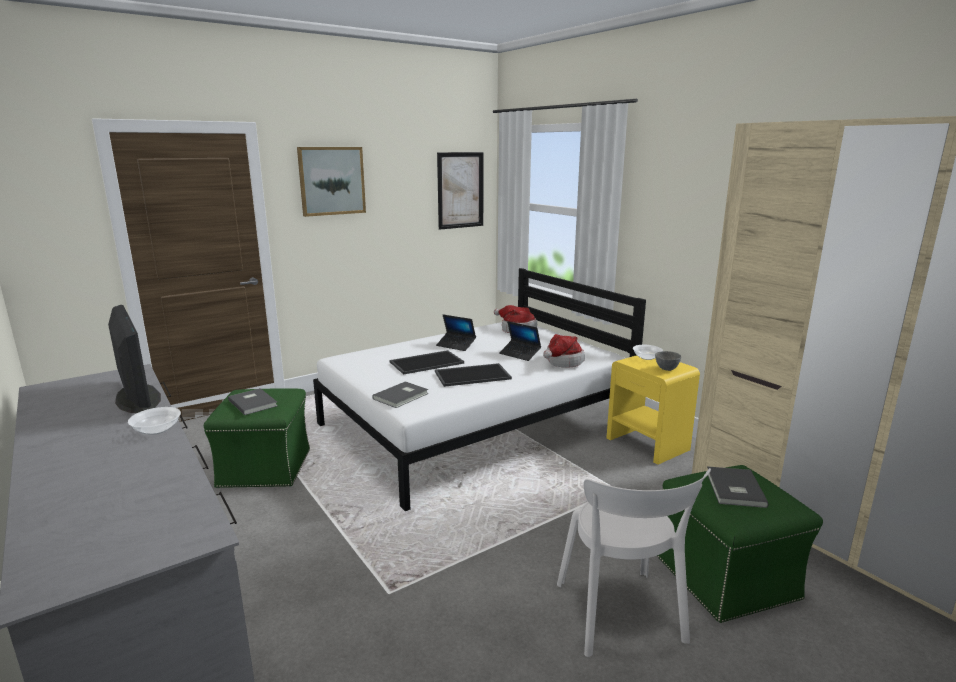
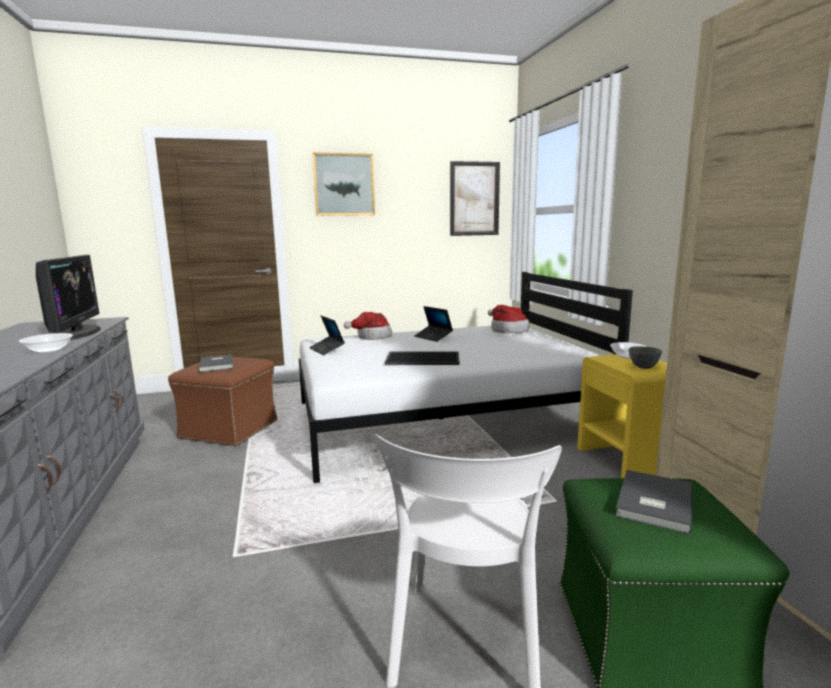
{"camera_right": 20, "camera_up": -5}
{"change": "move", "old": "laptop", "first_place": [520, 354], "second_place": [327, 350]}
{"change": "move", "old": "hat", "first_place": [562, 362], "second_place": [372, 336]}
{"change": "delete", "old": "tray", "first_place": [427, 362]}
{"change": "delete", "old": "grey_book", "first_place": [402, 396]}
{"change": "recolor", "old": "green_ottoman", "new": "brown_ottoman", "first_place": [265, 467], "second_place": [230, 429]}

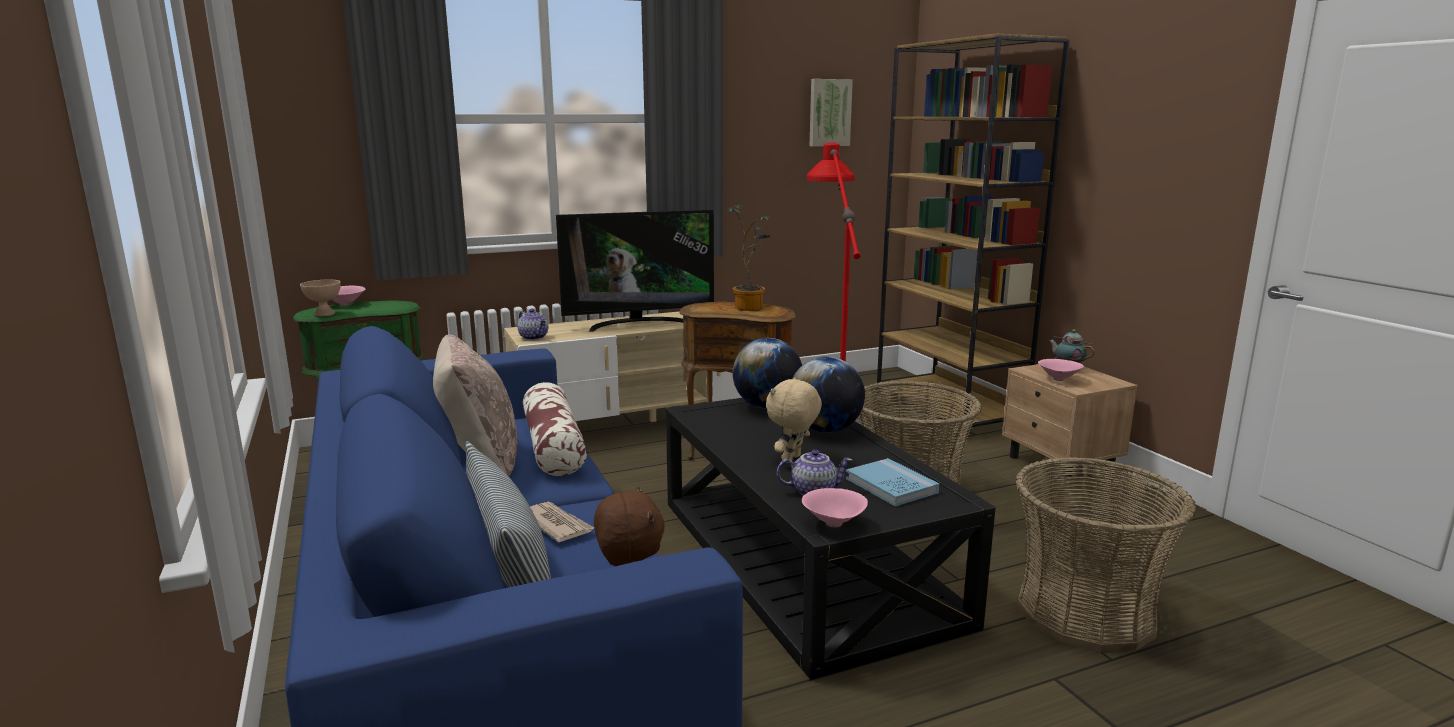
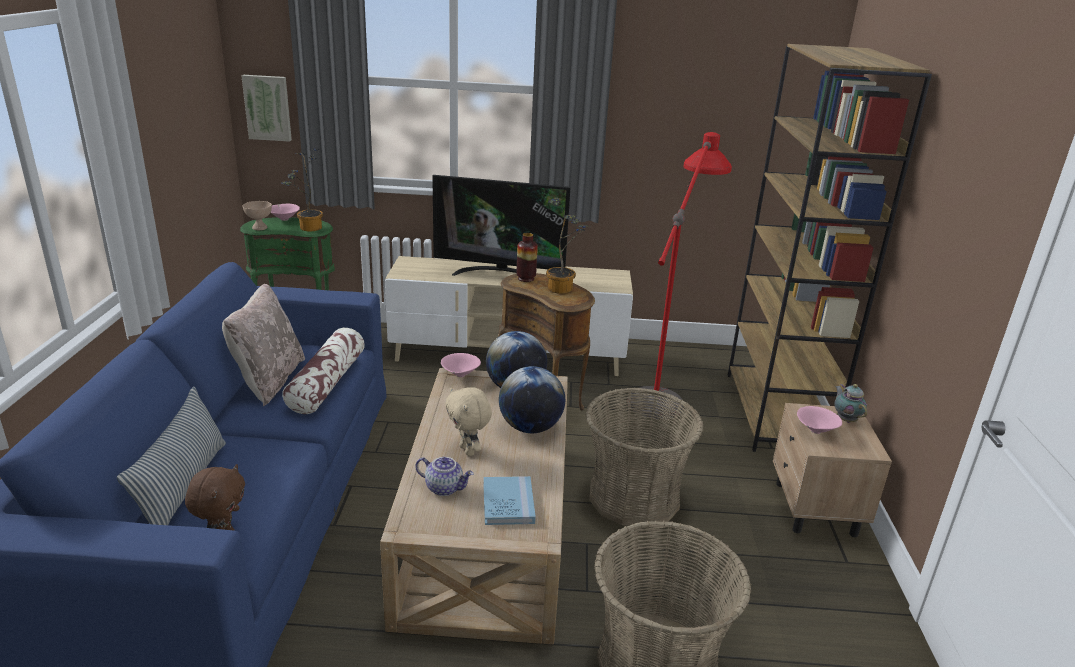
{"camera_right": 25, "camera_up": 10}
{"change": "move", "old": "picture", "first_place": [829, 113], "second_place": [268, 107]}
{"change": "delete", "old": "teapot", "first_place": [534, 337]}
{"change": "rotate", "old": "beige_plush_toy", "first_place": [792, 459], "second_place": [468, 450], "degrees": -90}
{"change": "recolor", "old": "black_coffee_table", "new": "beige_coffee_table", "first_place": [801, 559], "second_place": [485, 526]}
{"change": "move", "old": "pink_bowl", "first_place": [834, 525], "second_place": [460, 375]}
{"change": "delete", "old": "newspaper", "first_place": [556, 524]}
{"change": "insert", "new": "potted_plant", "second_place": [308, 228]}
{"change": "insert", "new": "vase", "second_place": [526, 279]}

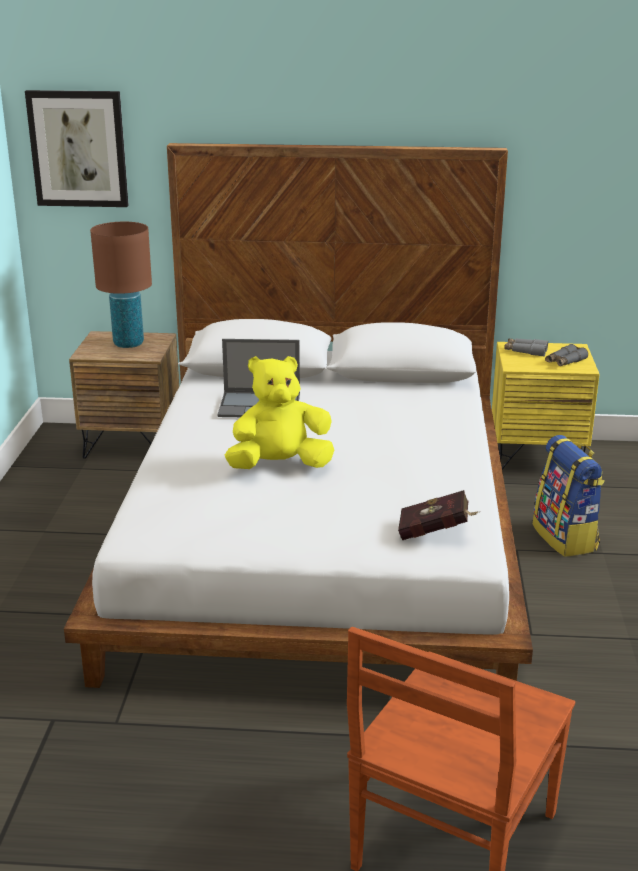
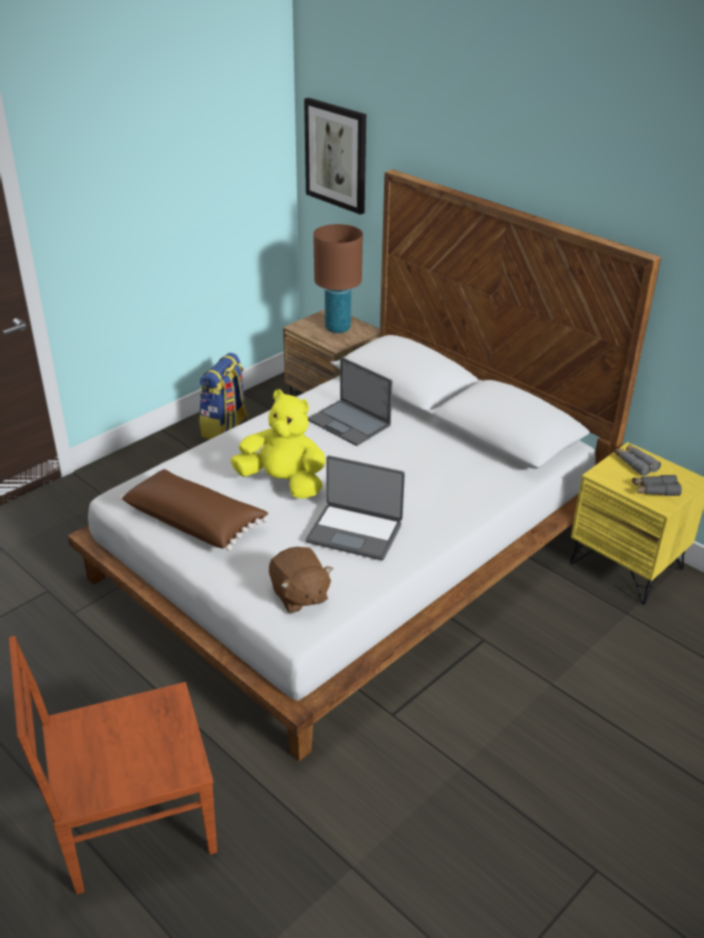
{"camera_right": 40, "camera_up": 10}
{"change": "move", "old": "backpack", "first_place": [566, 538], "second_place": [225, 428]}
{"change": "replace", "old": "red_book", "new": "brown_plush_toy", "first_place": [436, 533], "second_place": [299, 595]}
{"change": "insert", "new": "laptop", "second_place": [355, 532]}
{"change": "insert", "new": "brown_pillow", "second_place": [195, 521]}

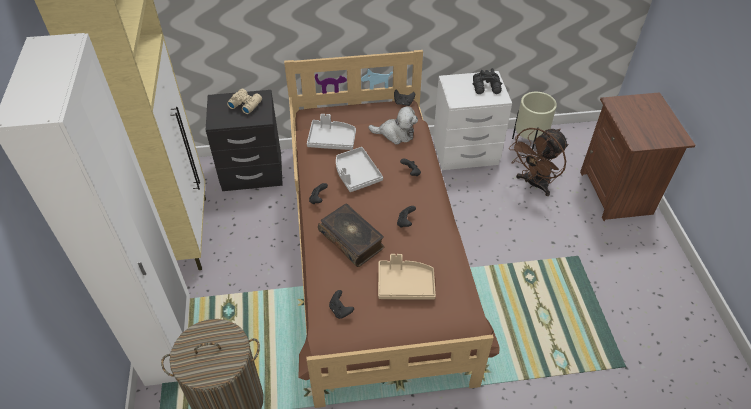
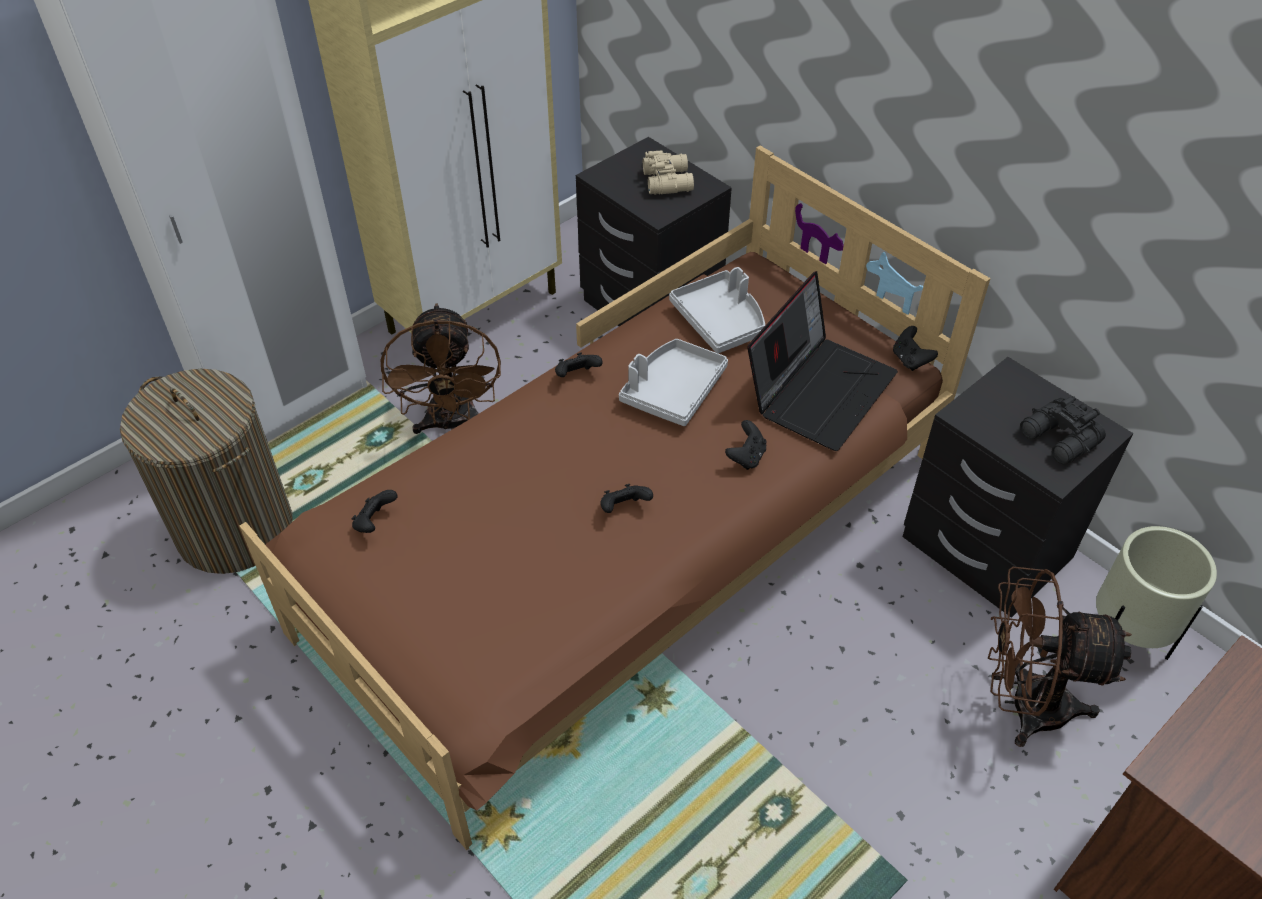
{"camera_right": 55, "camera_up": 0}
{"change": "recolor", "old": "white_nightstand", "new": "black_nightstand", "first_place": [465, 152], "second_place": [986, 548]}
{"change": "replace", "old": "plush_toy", "new": "laptop", "first_place": [395, 134], "second_place": [819, 389]}
{"change": "delete", "old": "book", "first_place": [352, 240]}
{"change": "delete", "old": "beige_tray", "first_place": [405, 284]}
{"change": "insert", "new": "brown_fan", "second_place": [452, 425]}

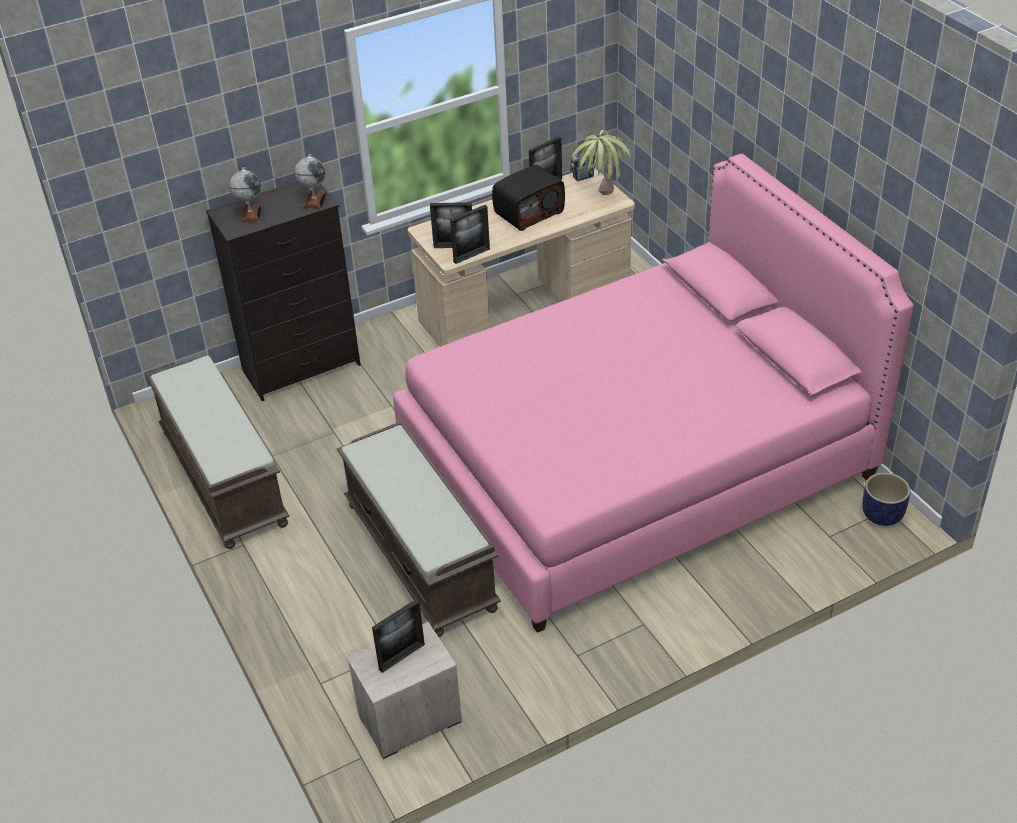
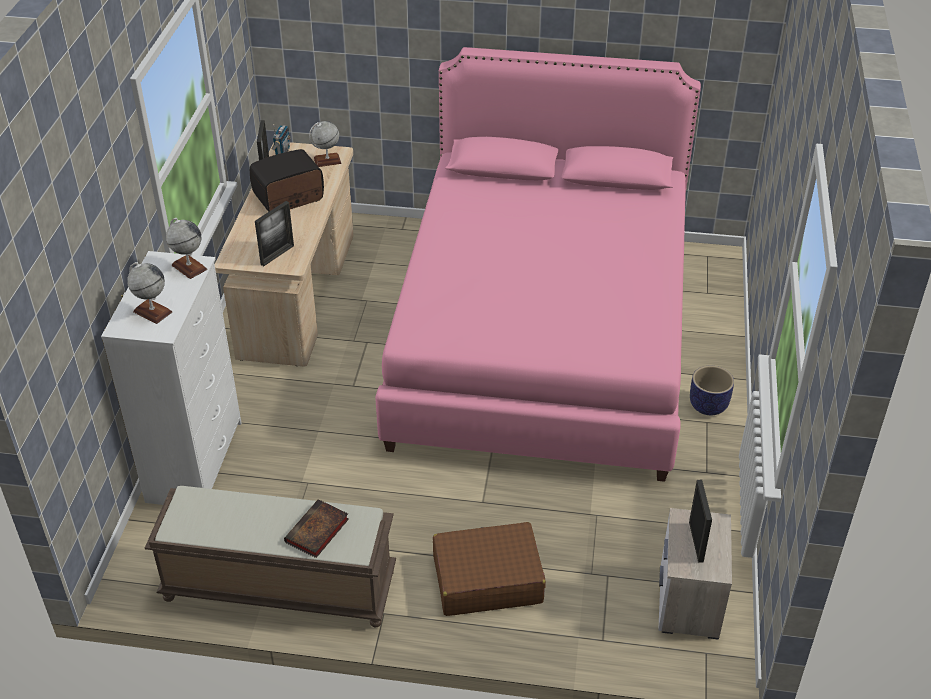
{"camera_right": -55, "camera_up": 0}
{"change": "replace", "old": "potted_plant", "new": "globe", "first_place": [600, 202], "second_place": [327, 161]}
{"change": "rotate", "old": "radio", "first_place": [528, 212], "second_place": [288, 198], "degrees": -120}
{"change": "recolor", "old": "black_dresser", "new": "white_dresser", "first_place": [302, 368], "second_place": [196, 461]}
{"change": "delete", "old": "picture_frame", "first_place": [471, 255]}
{"change": "delete", "old": "brown_bench", "first_place": [422, 556]}
{"change": "move", "old": "planter", "first_place": [882, 515], "second_place": [708, 405]}
{"change": "insert", "new": "book", "second_place": [316, 532]}
{"change": "insert", "new": "brown_suitcase", "second_place": [487, 579]}

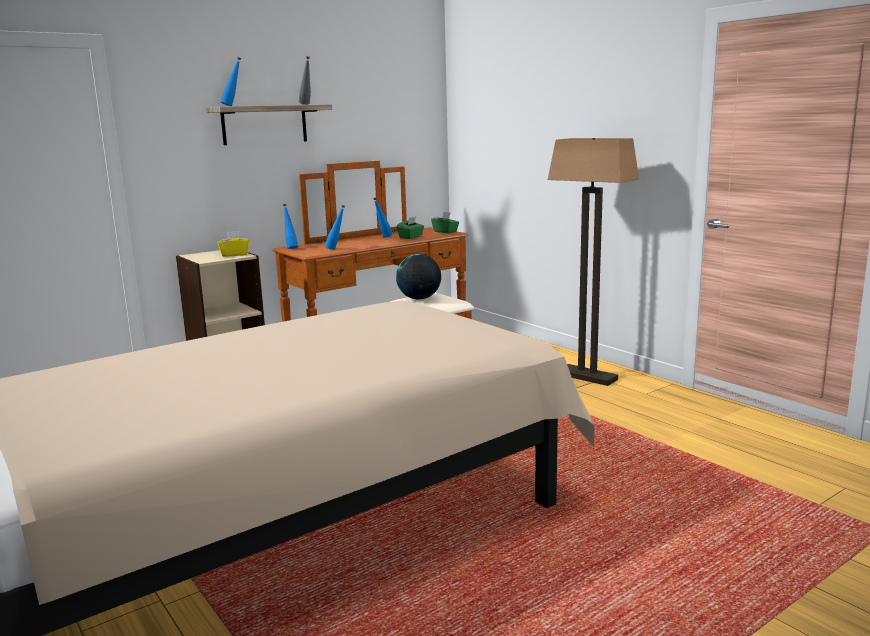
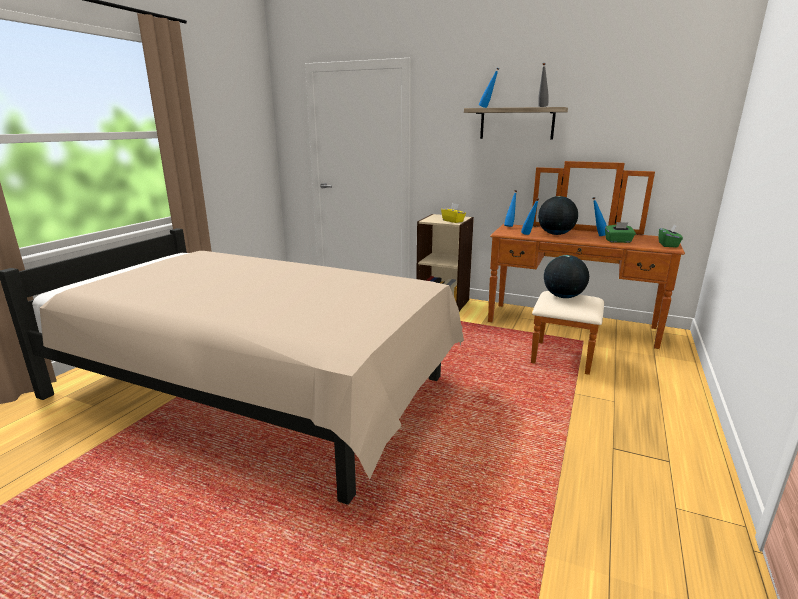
{"camera_right": 60, "camera_up": 5}
{"change": "delete", "old": "floor_lamp", "first_place": [587, 377]}
{"change": "insert", "new": "globe", "second_place": [555, 234]}

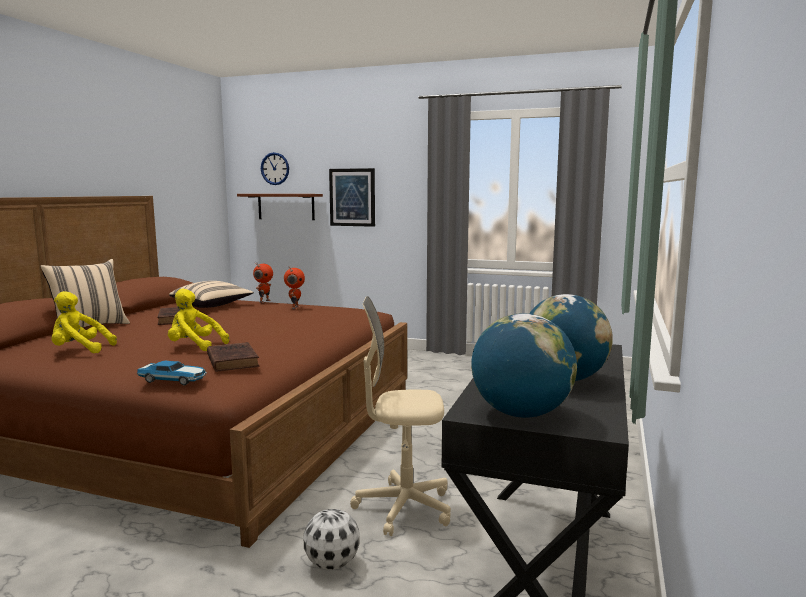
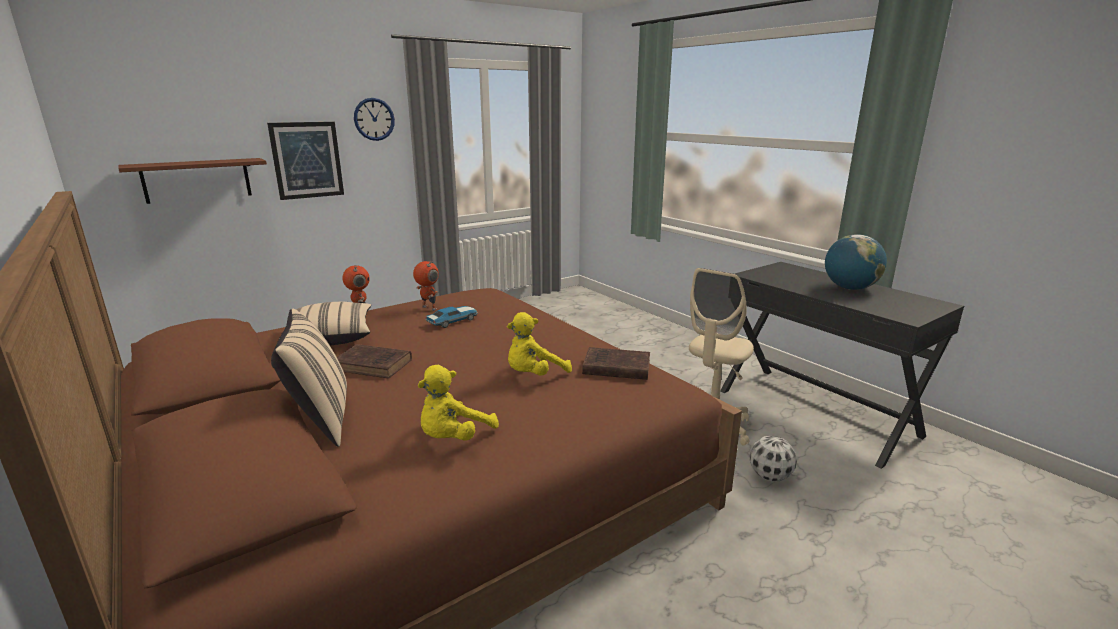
{"camera_right": -55, "camera_up": 10}
{"change": "move", "old": "wall_clock", "first_place": [275, 168], "second_place": [374, 119]}
{"change": "delete", "old": "globe", "first_place": [521, 414]}
{"change": "move", "old": "toy_car", "first_place": [174, 380], "second_place": [453, 321]}

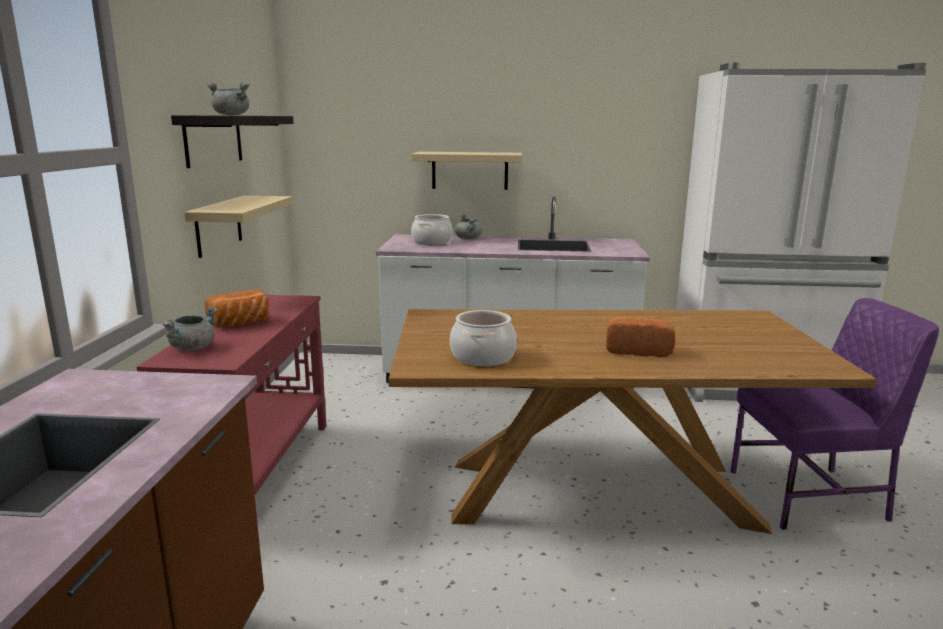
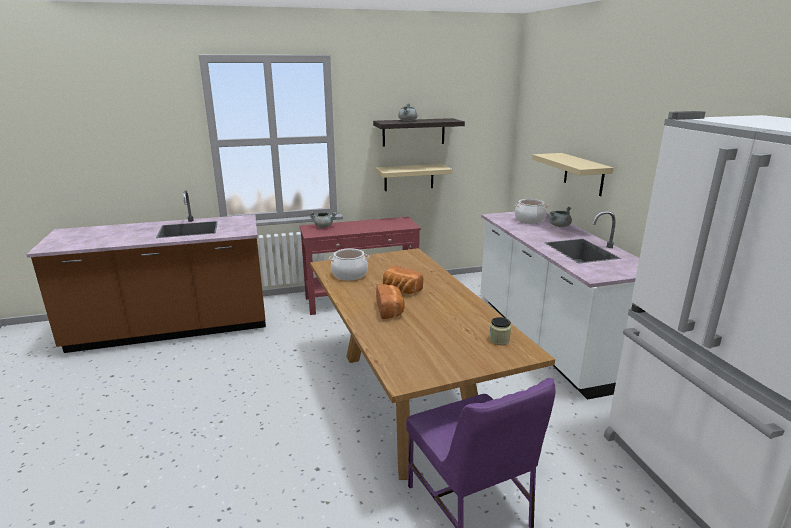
{"camera_right": 70, "camera_up": 5}
{"change": "move", "old": "bread", "first_place": [241, 324], "second_place": [400, 290]}
{"change": "insert", "new": "jar", "second_place": [499, 340]}

